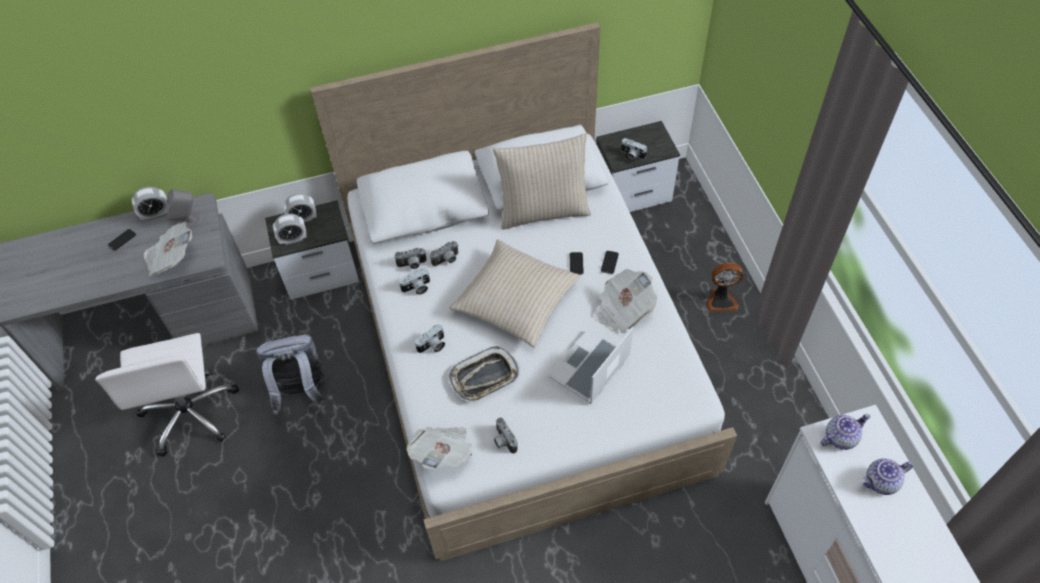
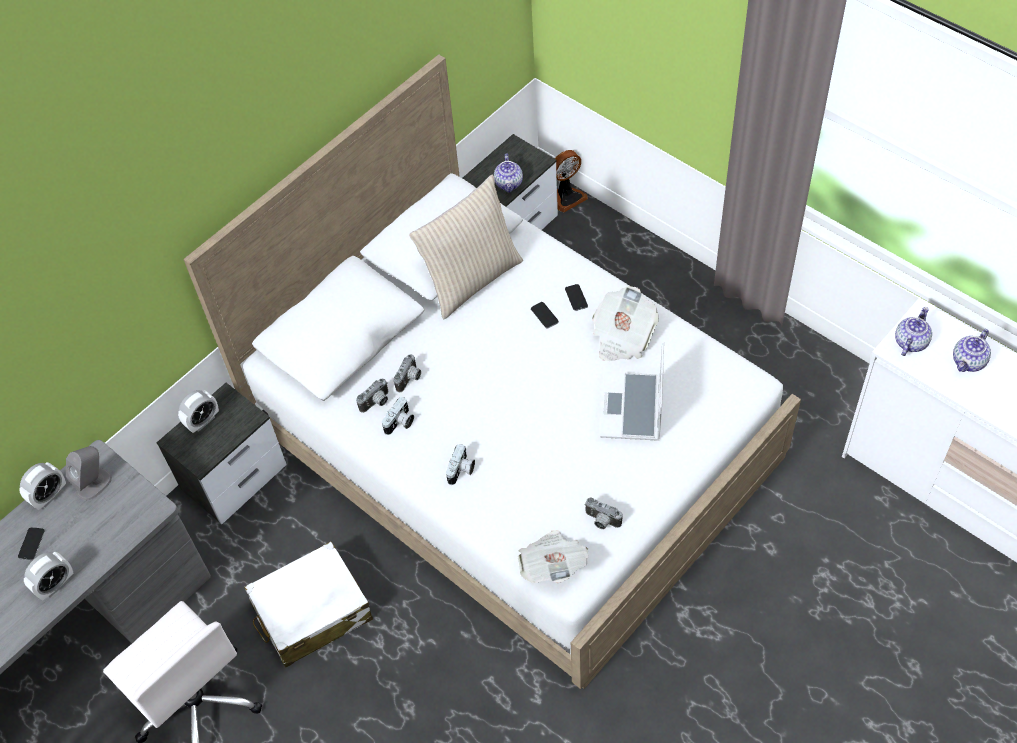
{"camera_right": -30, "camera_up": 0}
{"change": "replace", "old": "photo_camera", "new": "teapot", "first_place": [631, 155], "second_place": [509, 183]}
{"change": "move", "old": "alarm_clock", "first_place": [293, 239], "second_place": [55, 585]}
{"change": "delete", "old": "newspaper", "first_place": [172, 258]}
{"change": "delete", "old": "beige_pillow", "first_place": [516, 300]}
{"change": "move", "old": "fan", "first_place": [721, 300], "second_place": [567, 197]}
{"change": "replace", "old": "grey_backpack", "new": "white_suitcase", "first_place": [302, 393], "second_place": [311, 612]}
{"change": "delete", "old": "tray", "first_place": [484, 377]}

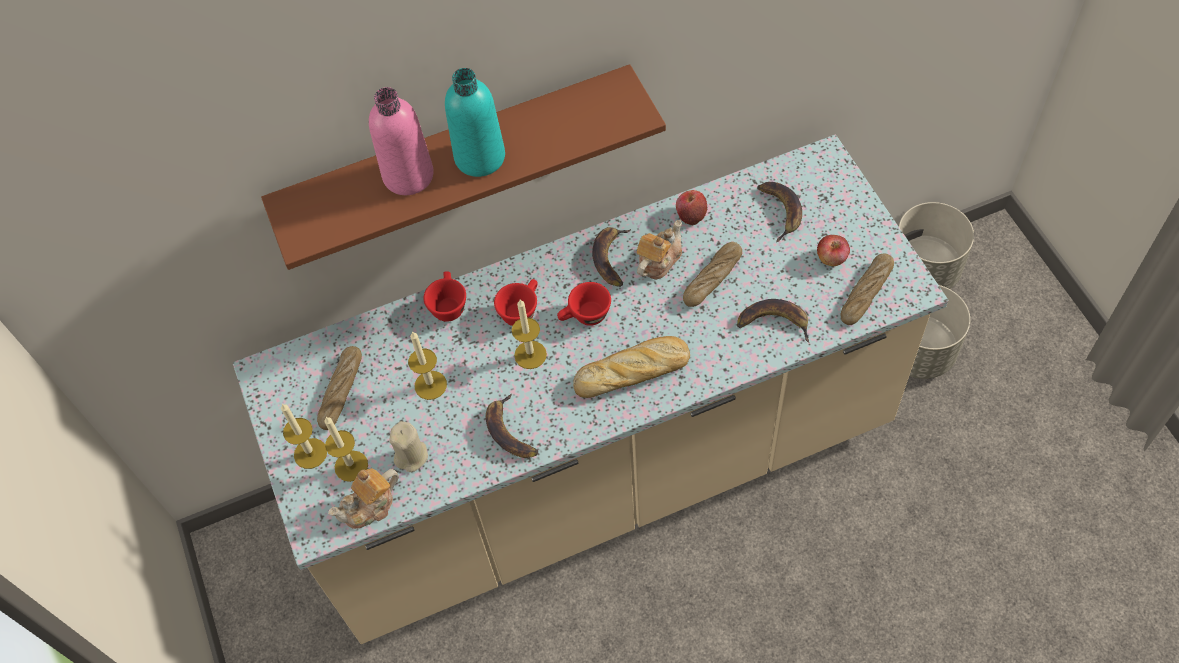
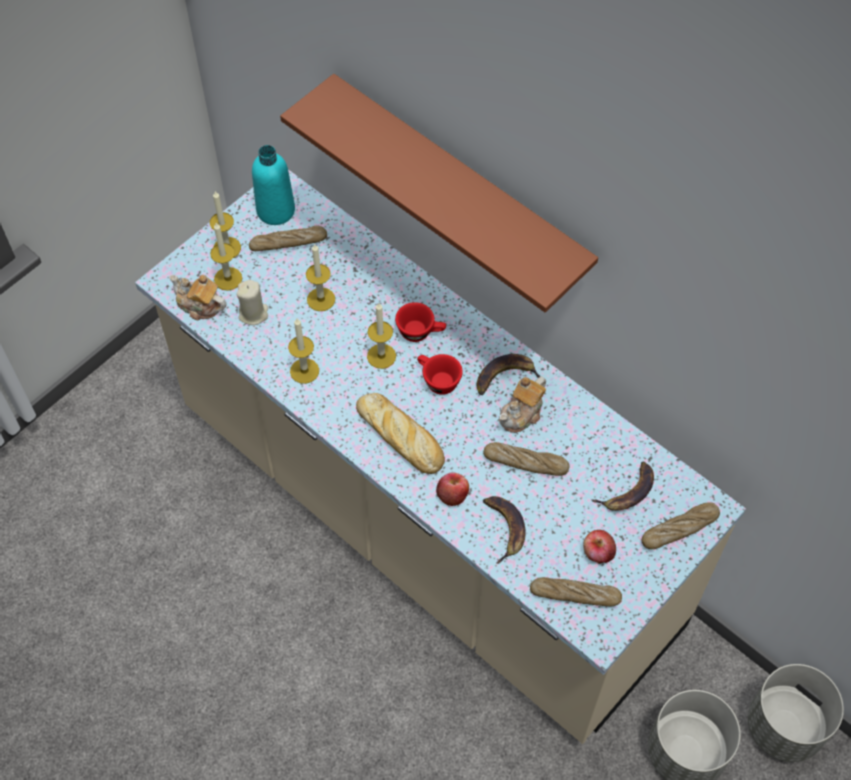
{"camera_right": 60, "camera_up": 0}
{"change": "move", "old": "turquoise_bottle", "first_place": [480, 157], "second_place": [275, 210]}
{"change": "delete", "old": "pink_bottle", "first_place": [408, 175]}
{"change": "move", "old": "apple", "first_place": [691, 215], "second_place": [452, 495]}
{"change": "rotate", "old": "teapot", "first_place": [658, 260], "second_place": [522, 413], "degrees": 120}
{"change": "delete", "old": "red_cup", "first_place": [448, 304]}
{"change": "replace", "old": "banana", "new": "candle", "first_place": [509, 431], "second_place": [304, 371]}
{"change": "insert", "new": "bread", "second_place": [679, 529]}

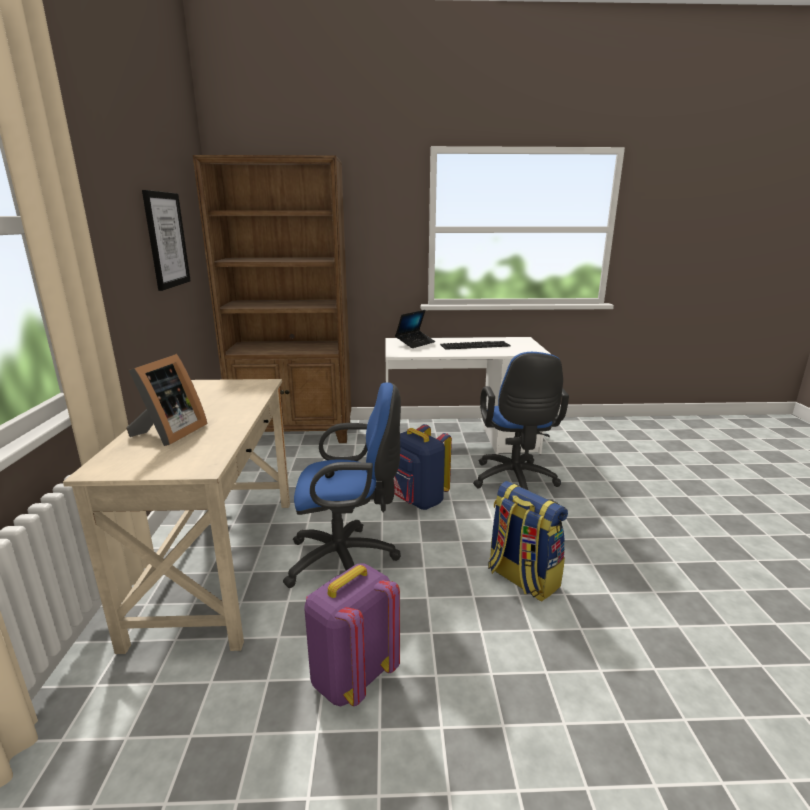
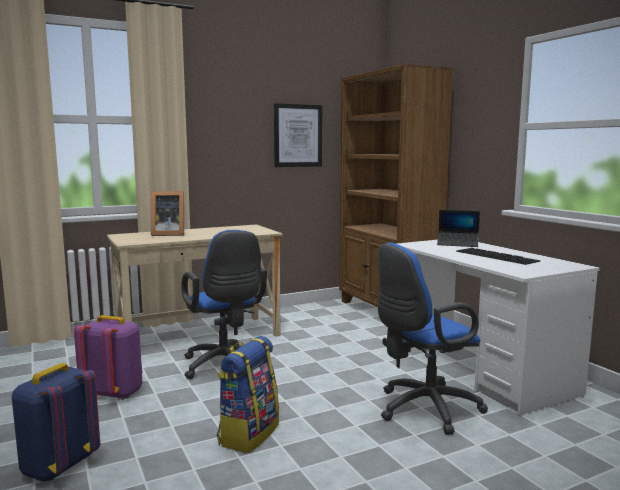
{"camera_right": 65, "camera_up": -10}
{"change": "move", "old": "blue_backpack", "first_place": [418, 501], "second_place": [58, 467]}

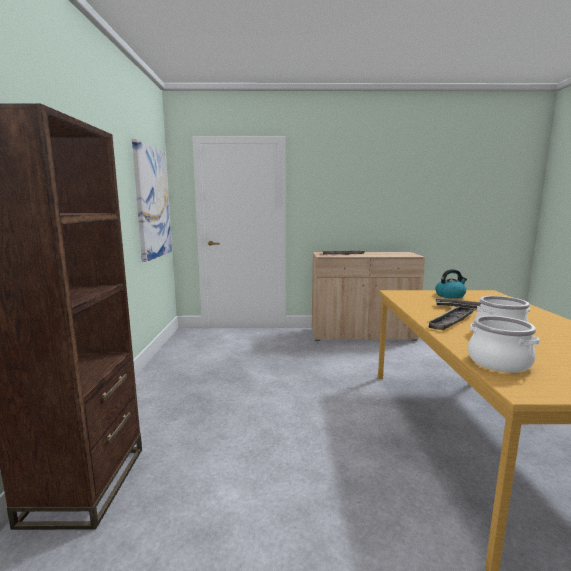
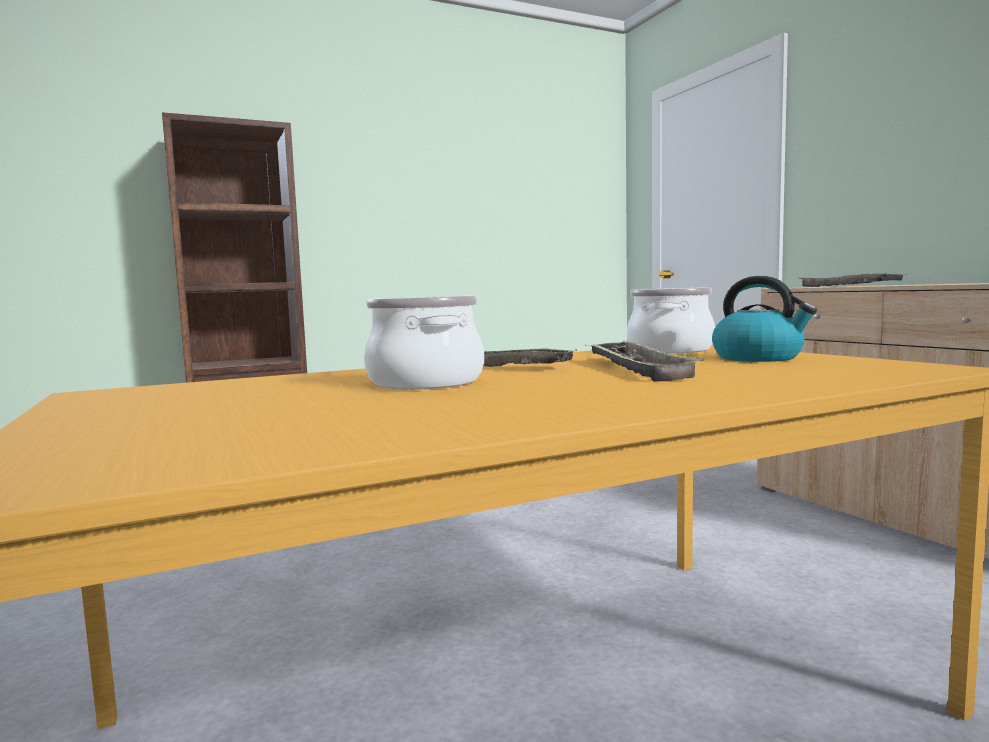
{"camera_right": 65, "camera_up": -5}
{"change": "delete", "old": "picture", "first_place": [152, 203]}
{"change": "move", "old": "cooking_pot", "first_place": [499, 362], "second_place": [671, 350]}

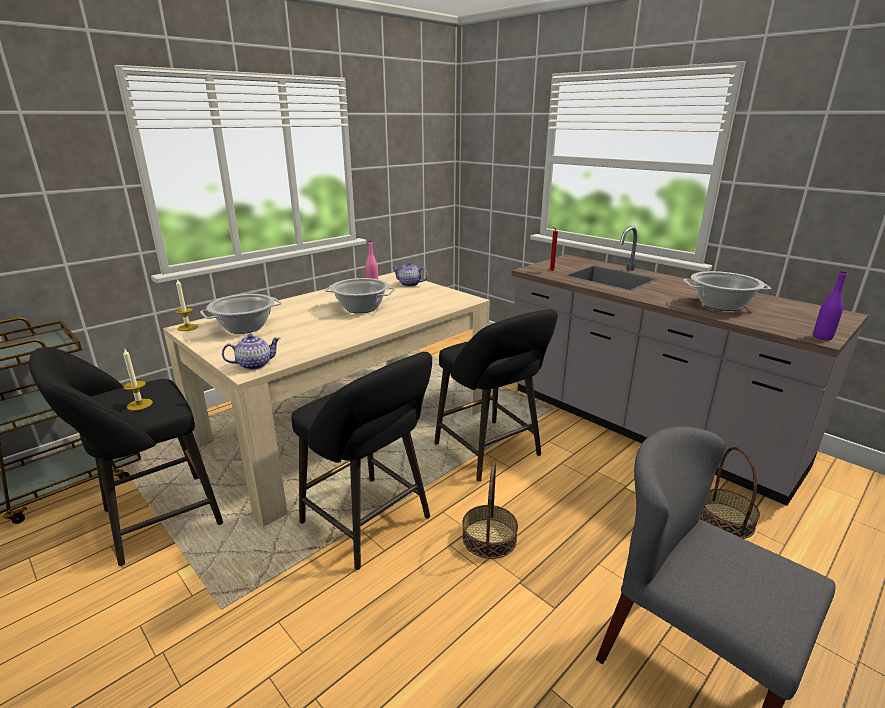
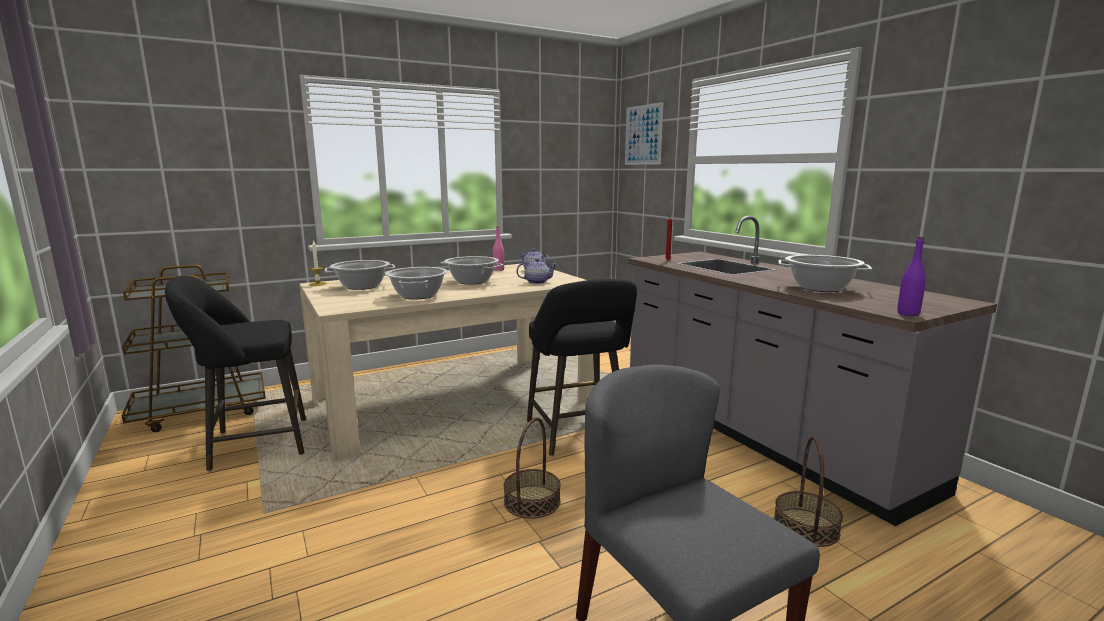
{"camera_right": 15, "camera_up": -10}
{"change": "move", "old": "teapot", "first_place": [255, 364], "second_place": [537, 282]}
{"change": "delete", "old": "candle", "first_place": [139, 404]}
{"change": "delete", "old": "black_stool", "first_place": [370, 524]}
{"change": "insert", "new": "picture", "second_place": [643, 135]}
{"change": "insert", "new": "cooking_pot", "second_place": [418, 295]}

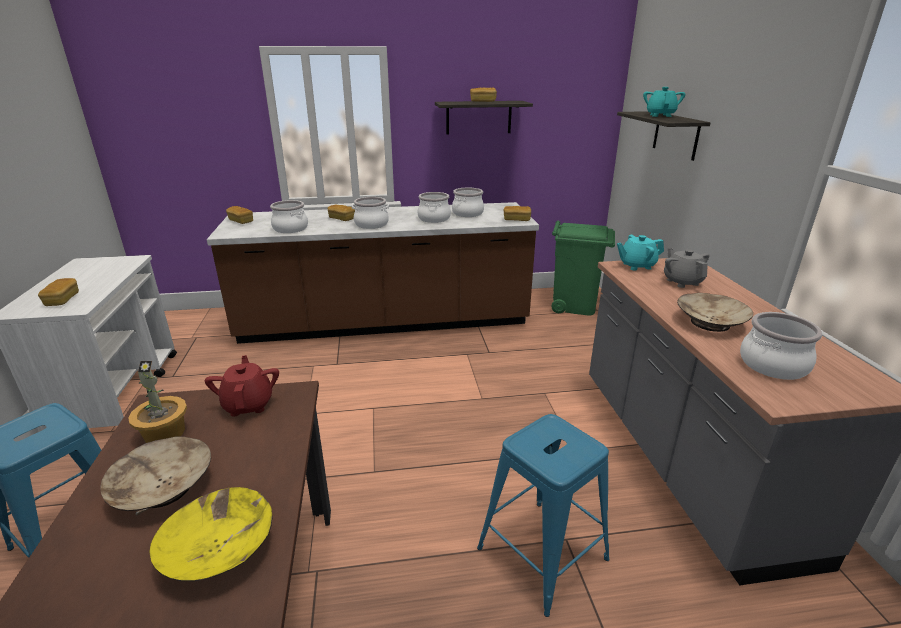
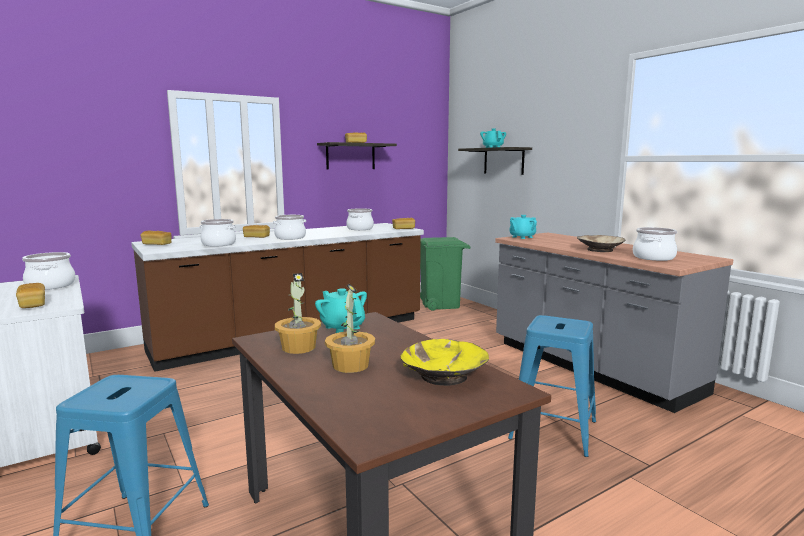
{"camera_right": -25, "camera_up": -15}
{"change": "move", "old": "cooking_pot", "first_place": [433, 219], "second_place": [50, 285]}
{"change": "delete", "old": "grey_teapot", "first_place": [682, 282]}
{"change": "recolor", "old": "red_teapot", "new": "turquoise_teapot", "first_place": [248, 404], "second_place": [342, 327]}
{"change": "replace", "old": "beige_bowl", "new": "potted_plant", "first_place": [163, 488], "second_place": [350, 365]}

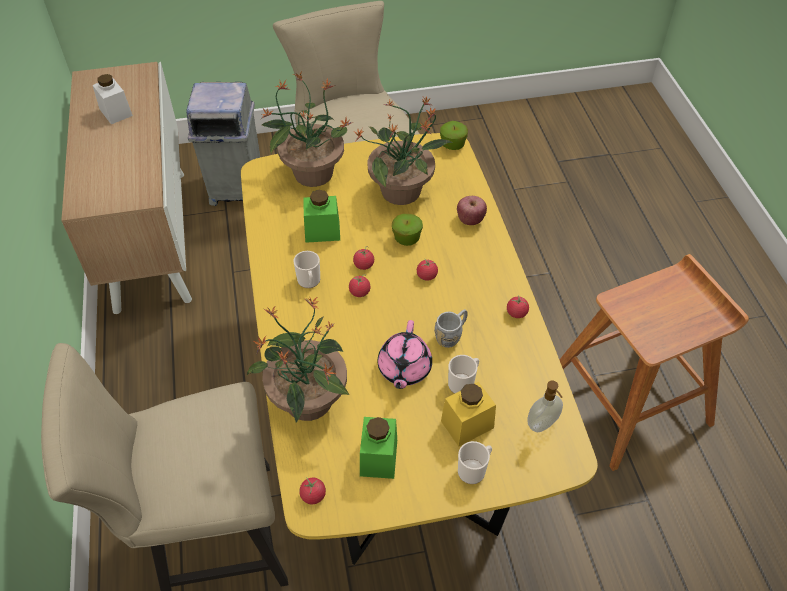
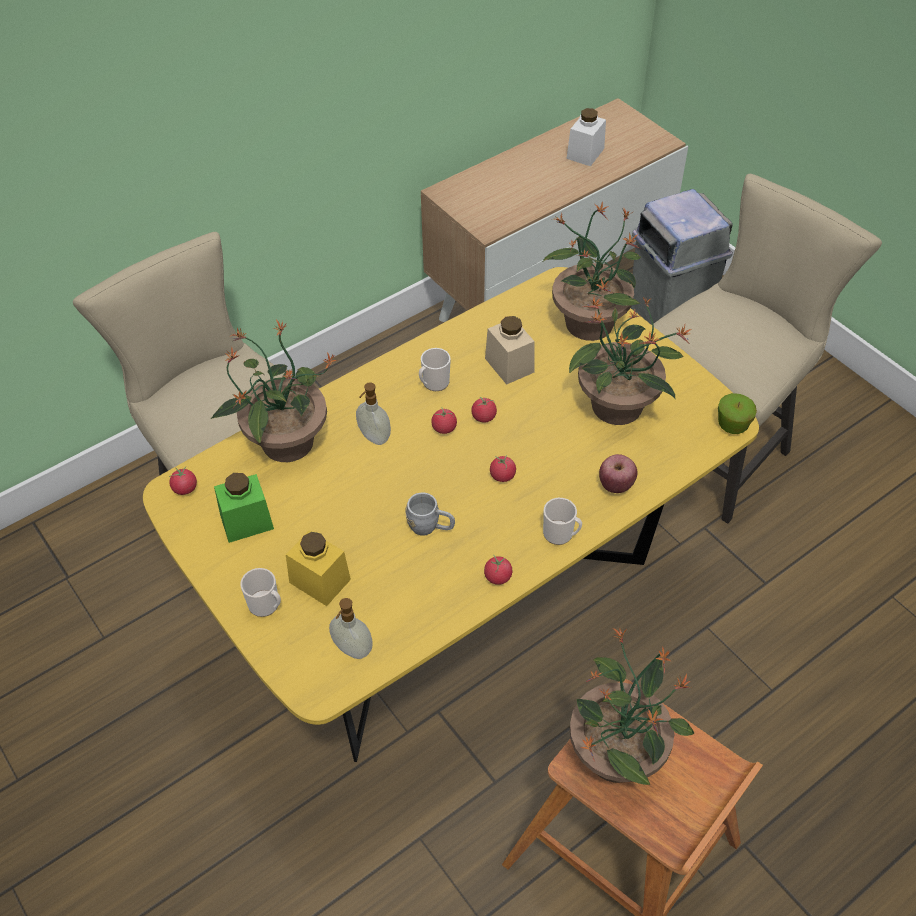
{"camera_right": 65, "camera_up": 0}
{"change": "recolor", "old": "green_jar", "new": "beige_jar", "first_place": [322, 231], "second_place": [509, 365]}
{"change": "delete", "old": "apple", "first_place": [406, 239]}
{"change": "delete", "old": "pink_teapot", "first_place": [404, 369]}
{"change": "move", "old": "mug", "first_place": [463, 383], "second_place": [561, 534]}
{"change": "insert", "new": "soap_dispenser", "second_place": [373, 438]}
{"change": "insert", "new": "potted_plant", "second_place": [617, 752]}

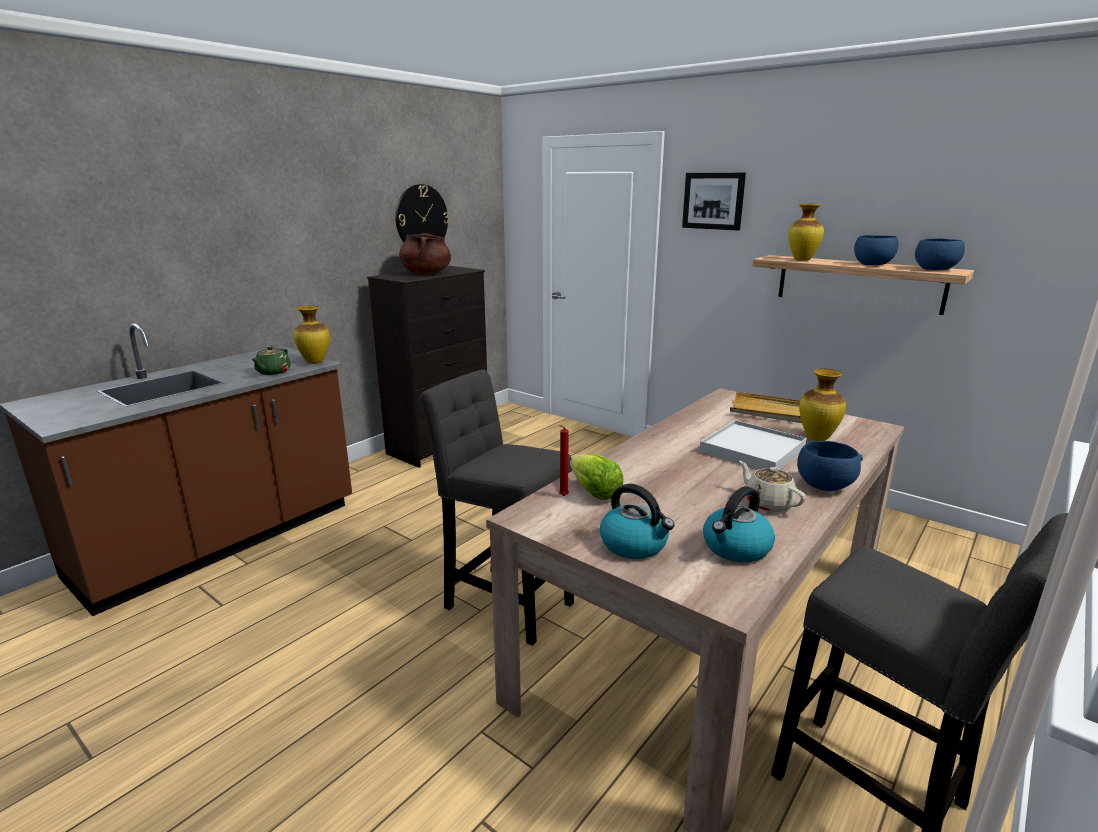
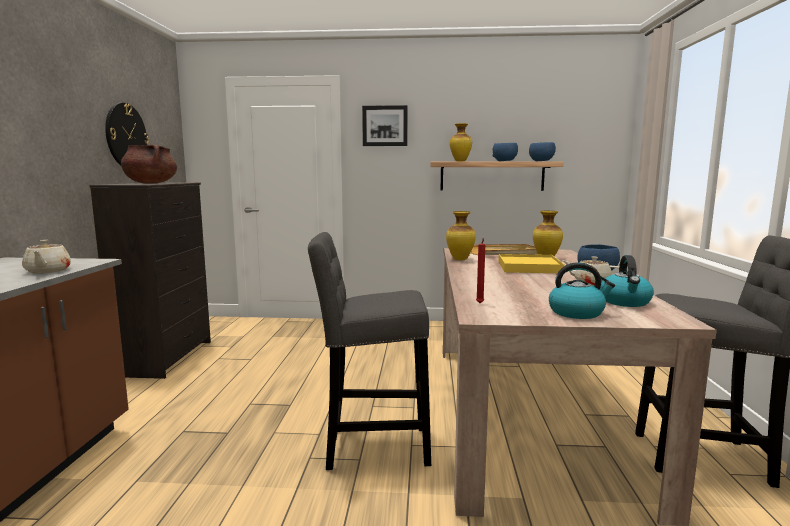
{"camera_right": -35, "camera_up": -10}
{"change": "move", "old": "vase", "first_place": [314, 362], "second_place": [460, 259]}
{"change": "recolor", "old": "green_teapot", "new": "beige_teapot", "first_place": [273, 372], "second_place": [47, 271]}
{"change": "recolor", "old": "white_tray", "new": "yellow_tray", "first_place": [752, 450], "second_place": [529, 267]}
{"change": "delete", "old": "lettuce", "first_place": [595, 493]}

